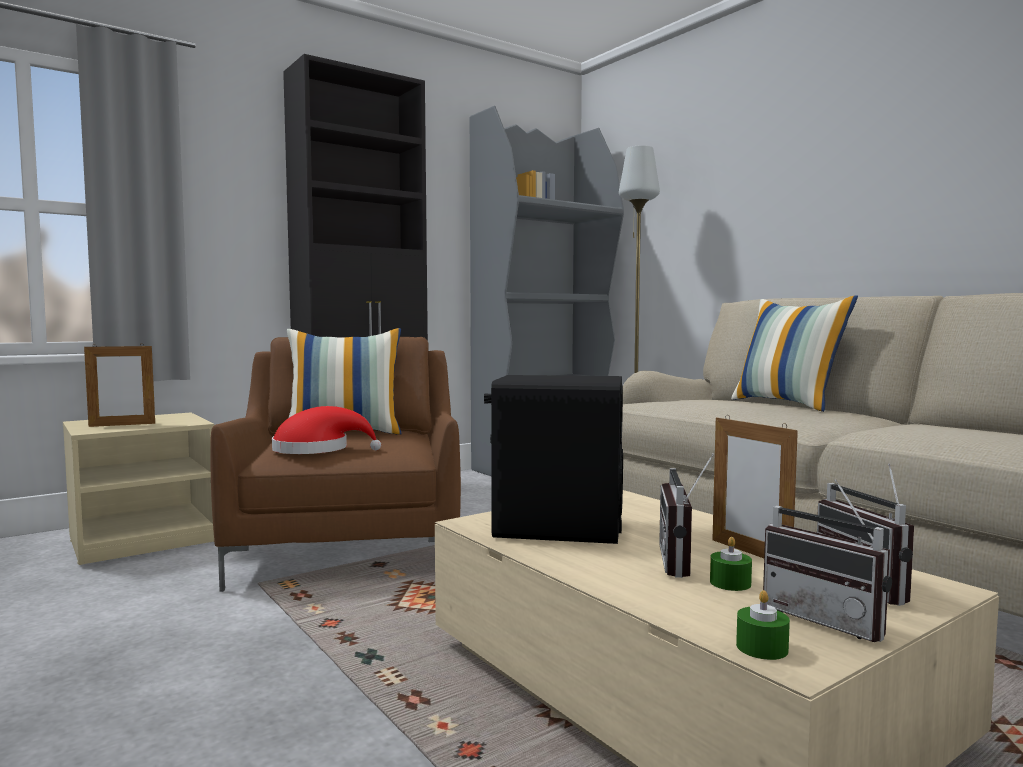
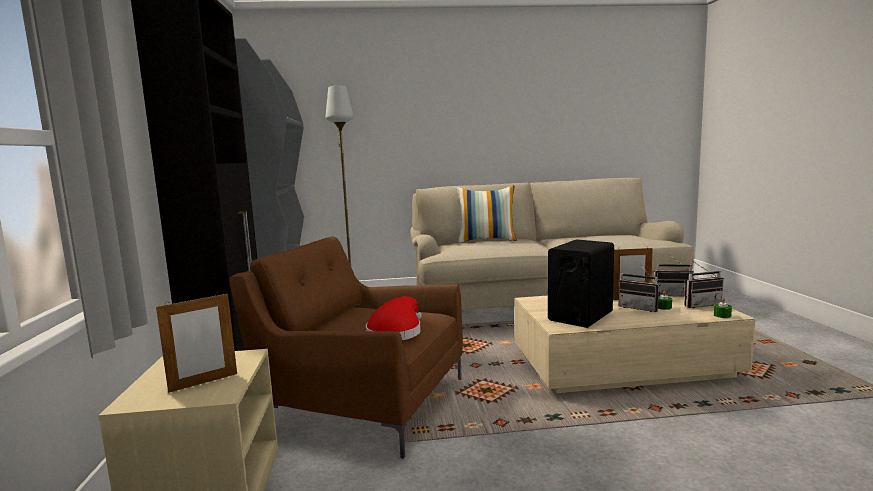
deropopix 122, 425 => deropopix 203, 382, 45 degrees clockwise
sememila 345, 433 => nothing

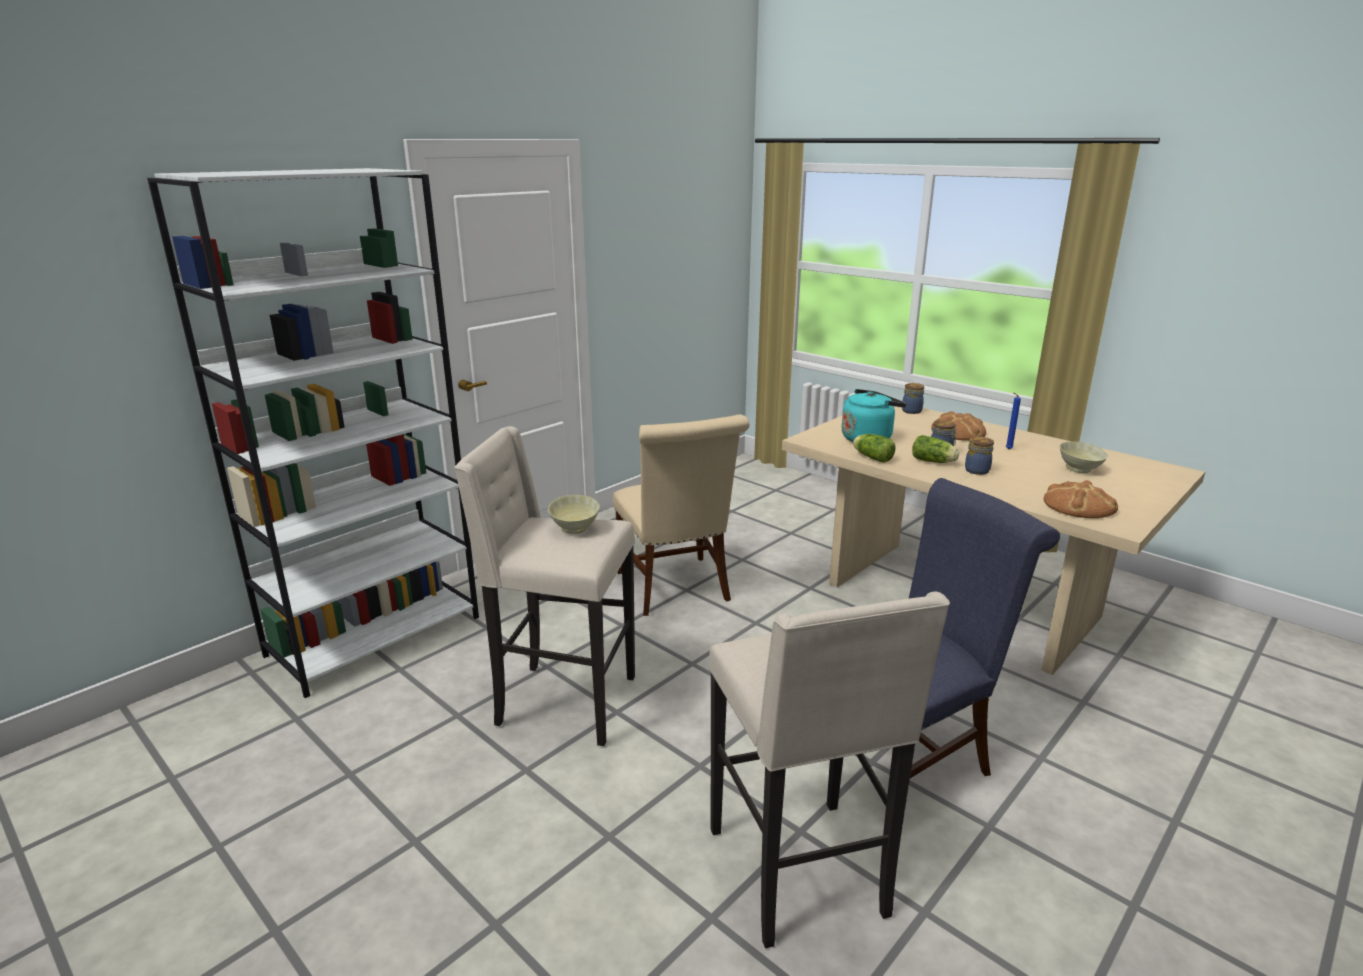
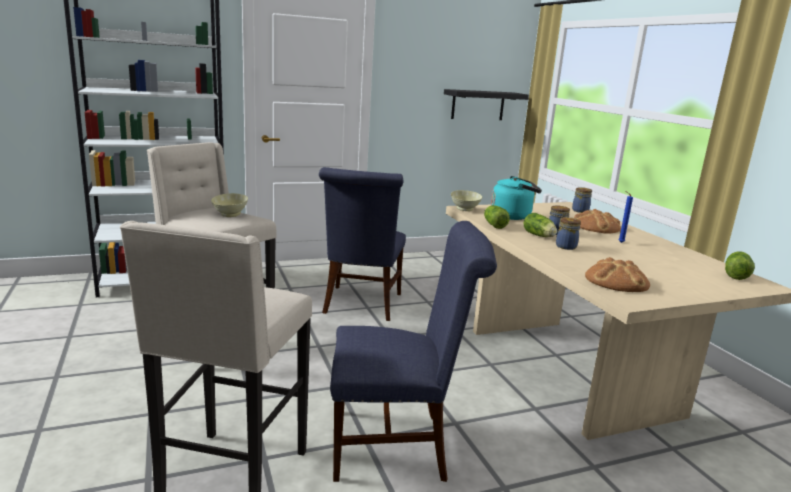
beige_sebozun 676, 589 => blue_sebozun 361, 305
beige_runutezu 1079, 470 => beige_runutezu 464, 209, move
nothing => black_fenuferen 478, 105
nothing => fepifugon 736, 274

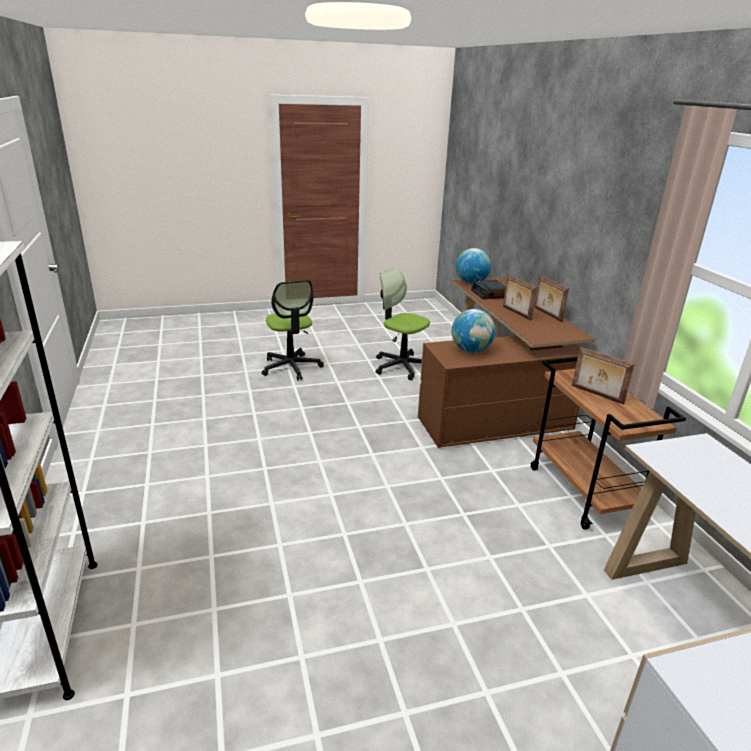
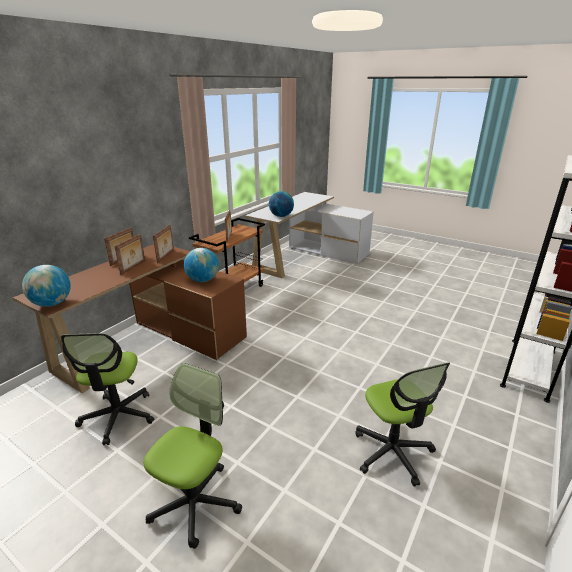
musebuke 490, 294 => nothing
nothing => deropopix 166, 256
nothing => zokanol 281, 216
nothing => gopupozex 392, 452

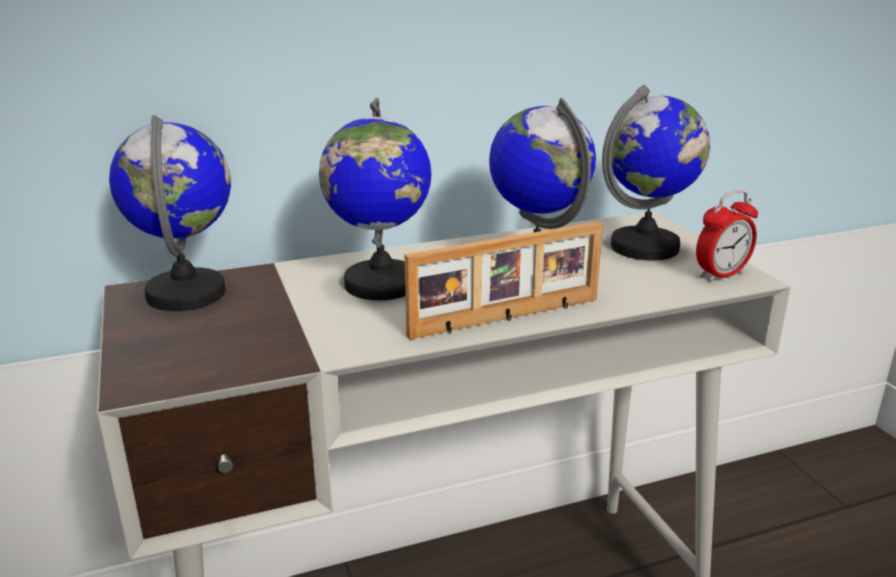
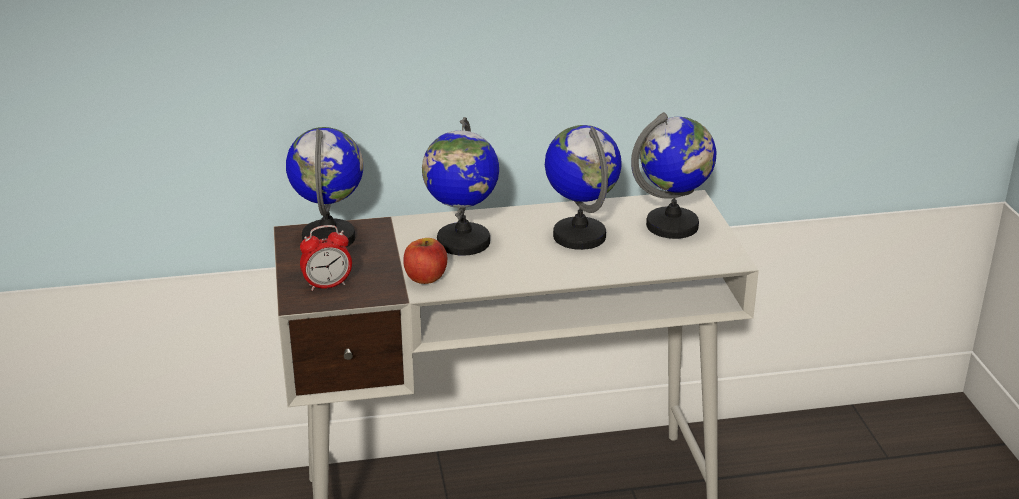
deropopix 507, 318 => nothing
musebuke 721, 275 => musebuke 327, 285, move
nothing => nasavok 425, 277

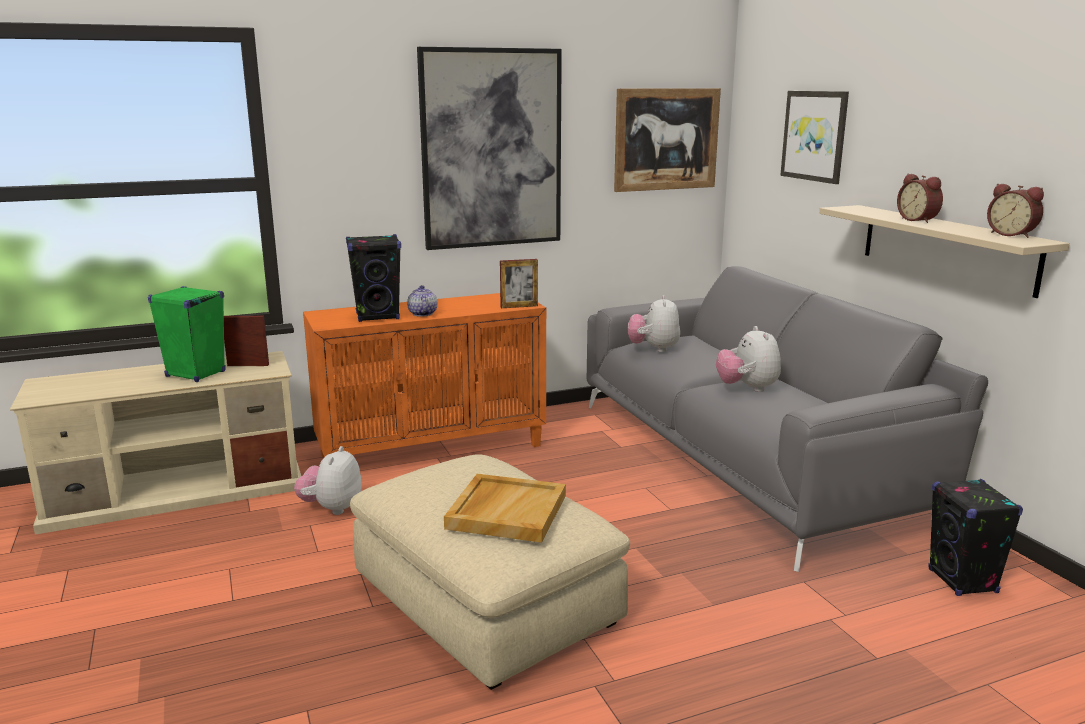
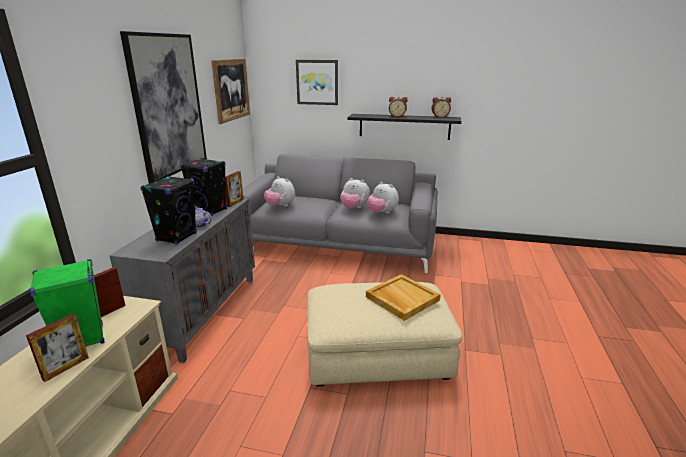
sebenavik 332, 508 => sebenavik 382, 213, move
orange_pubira 433, 449 => grey_pubira 203, 312
beige_fenuferen 946, 248 => black_fenuferen 404, 126
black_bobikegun 962, 581 => black_bobikegun 210, 210, move
nothing => deropopix 66, 368

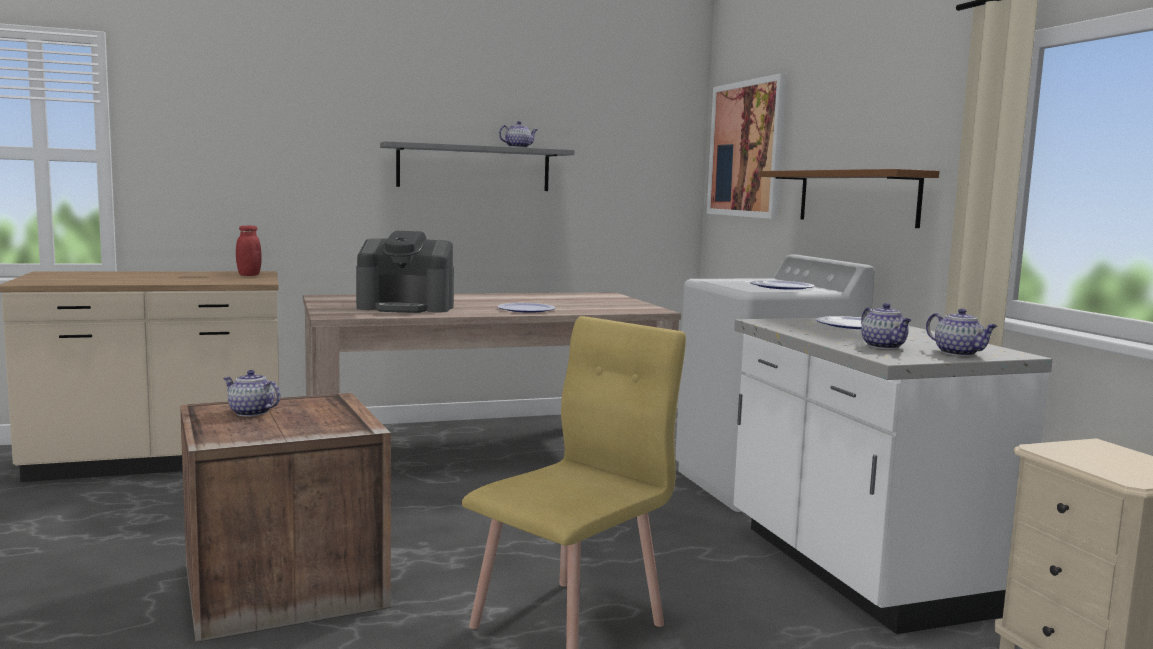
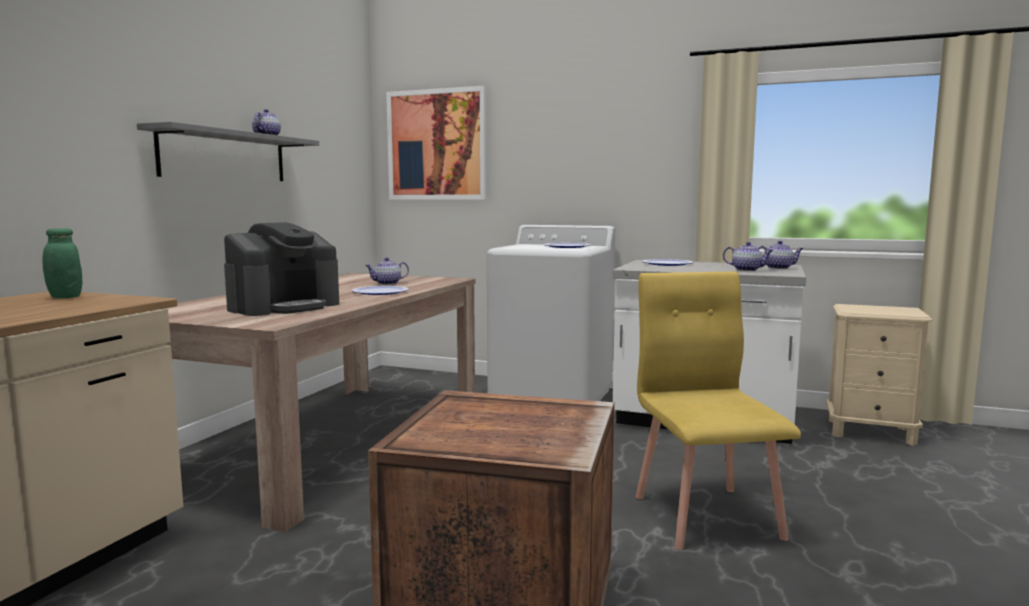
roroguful 250, 412 => roroguful 387, 283, move
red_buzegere 249, 275 => green_buzegere 65, 297
brown_fenuferen 856, 197 => nothing

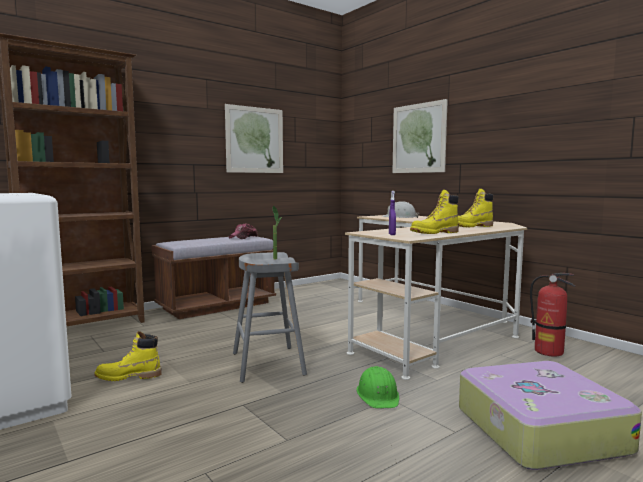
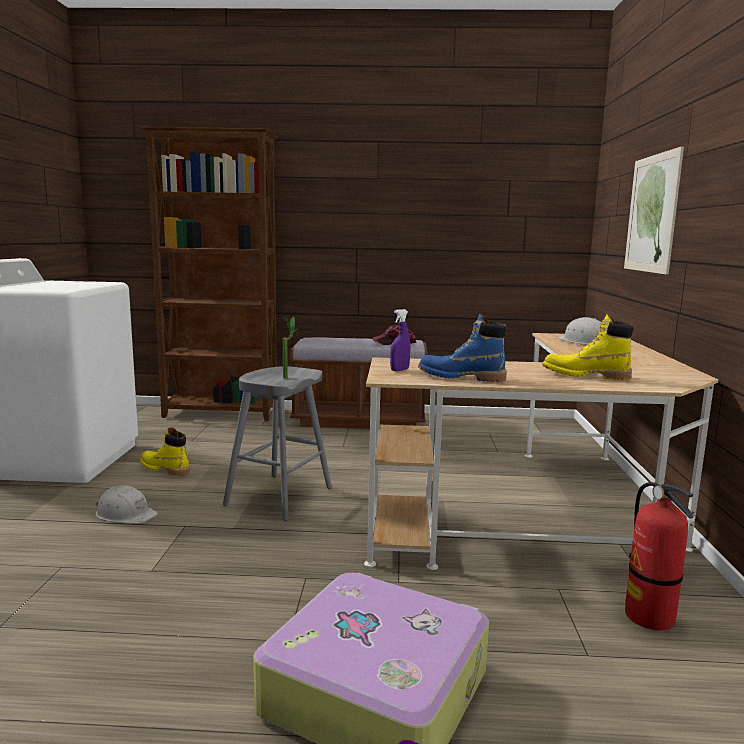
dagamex 255, 140 => nothing
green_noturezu 378, 395 => nothing
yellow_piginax 434, 233 => blue_piginax 461, 377
nothing => white_noturezu 126, 514

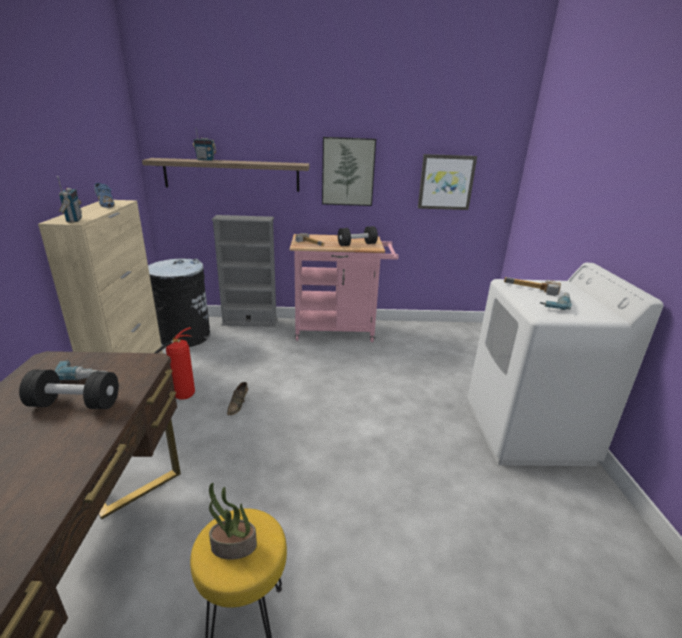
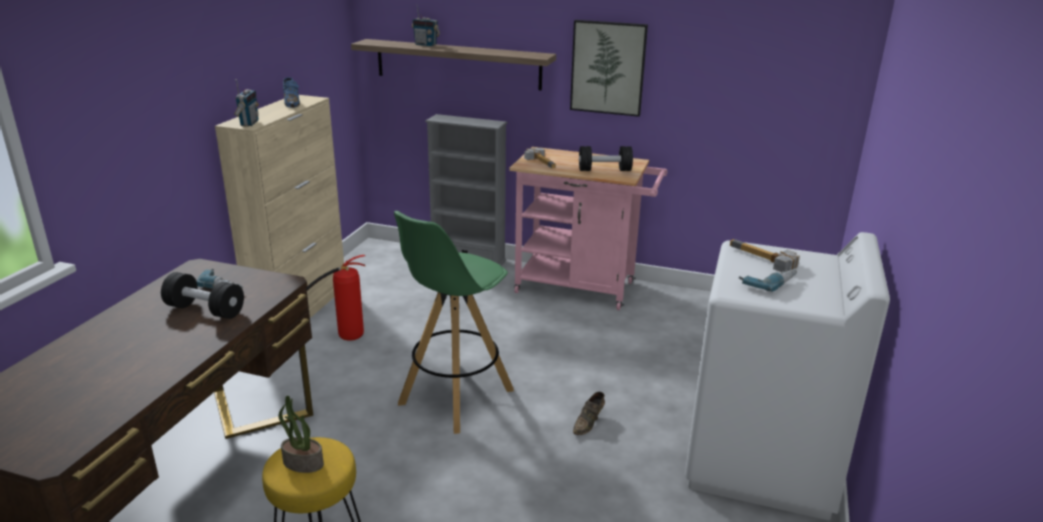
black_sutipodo 184, 336 => nothing
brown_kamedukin 238, 405 => brown_kamedukin 589, 423, move
dagamex 446, 182 => nothing
nothing => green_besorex 455, 397

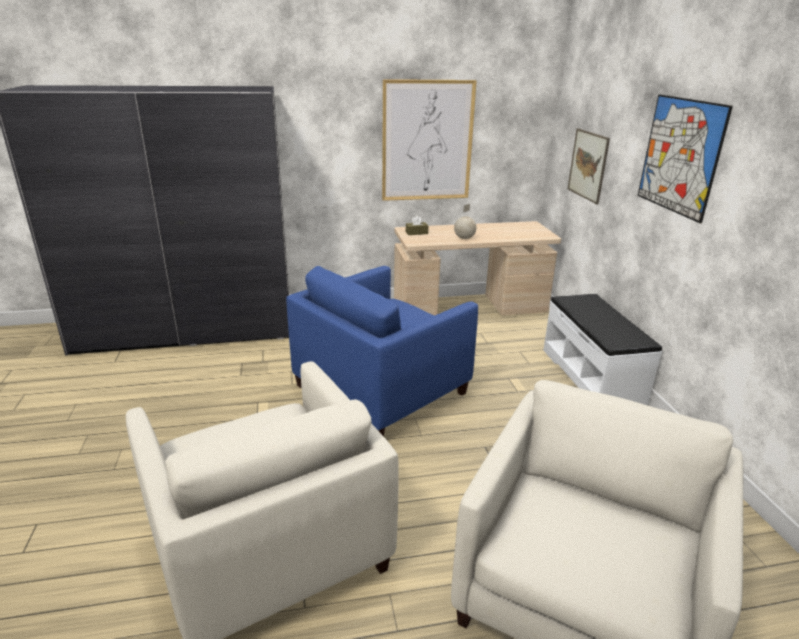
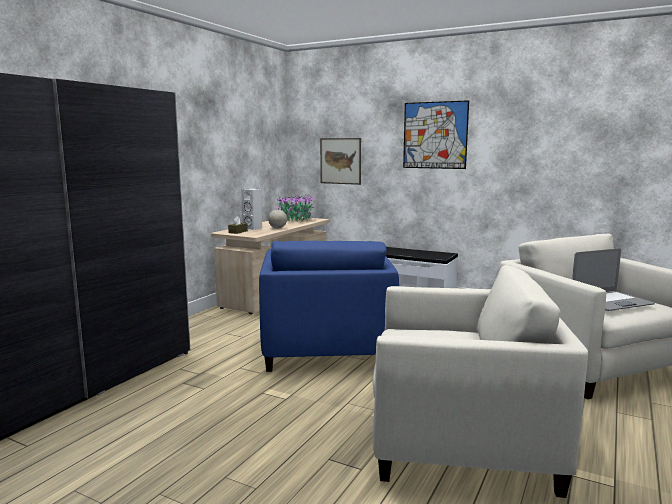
dagamex 427, 141 => nothing
nothing => white_bobikegun 253, 228
nothing => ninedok 295, 220
nothing => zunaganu 610, 302

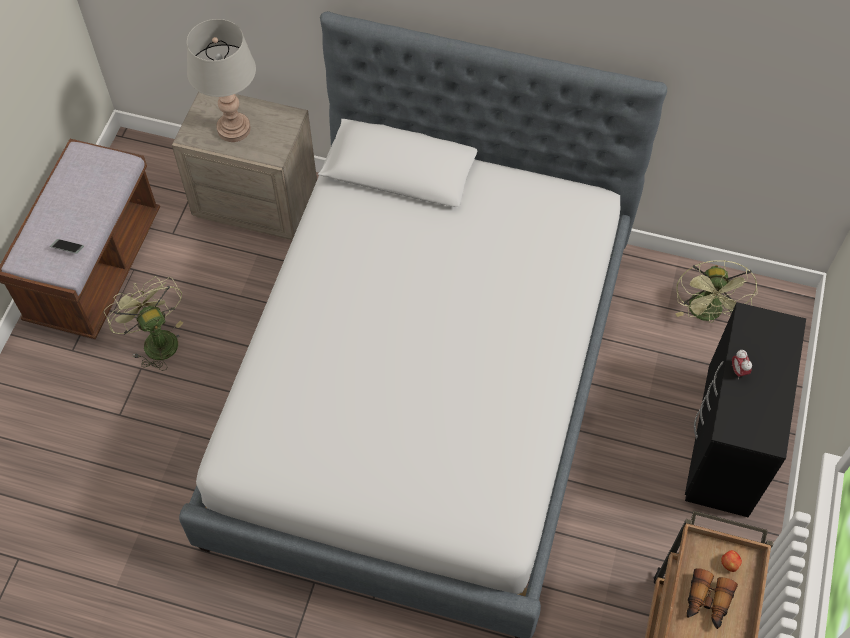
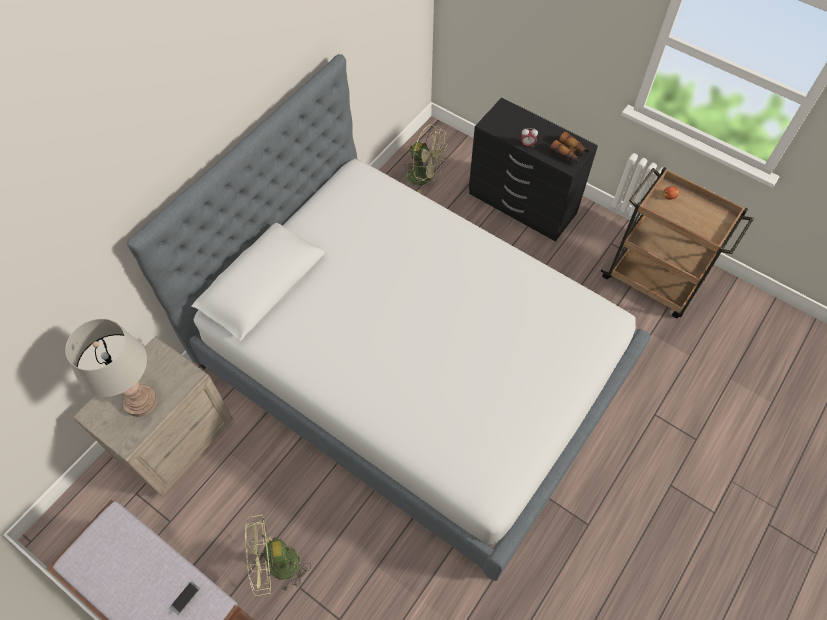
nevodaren 707, 602 => nevodaren 569, 153, move

